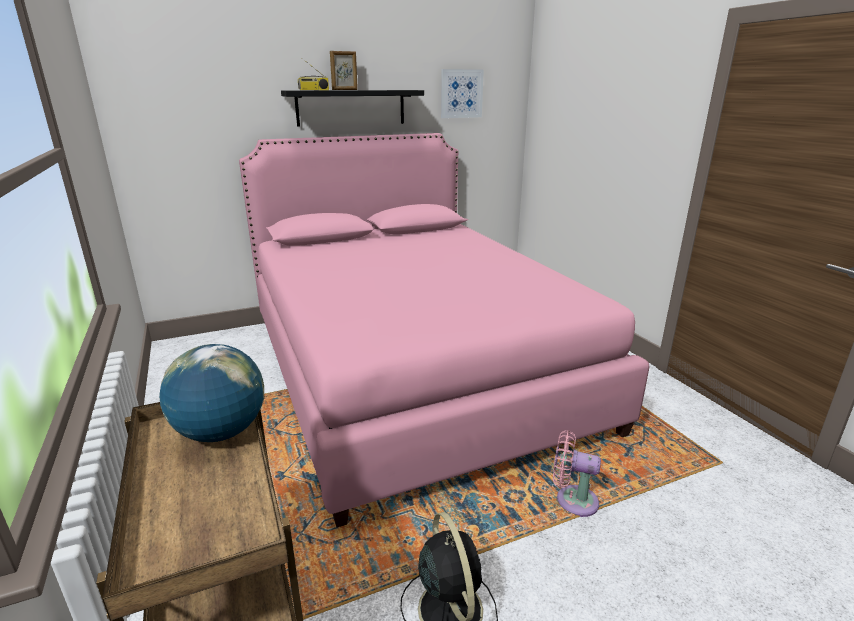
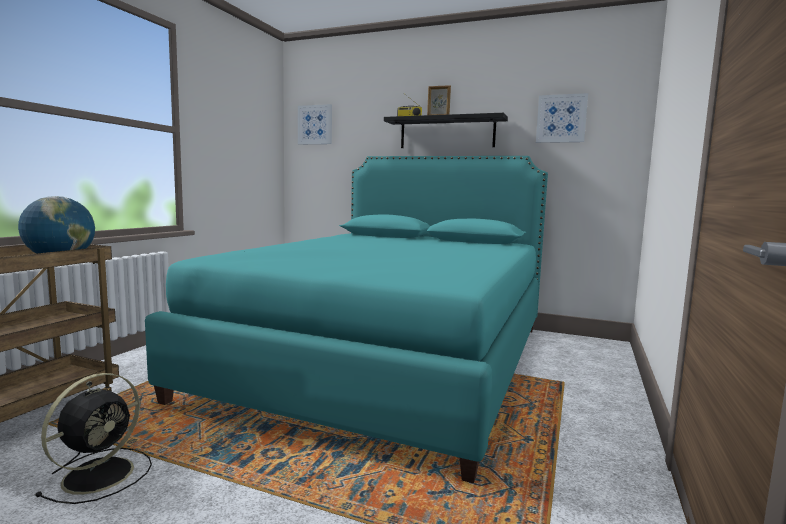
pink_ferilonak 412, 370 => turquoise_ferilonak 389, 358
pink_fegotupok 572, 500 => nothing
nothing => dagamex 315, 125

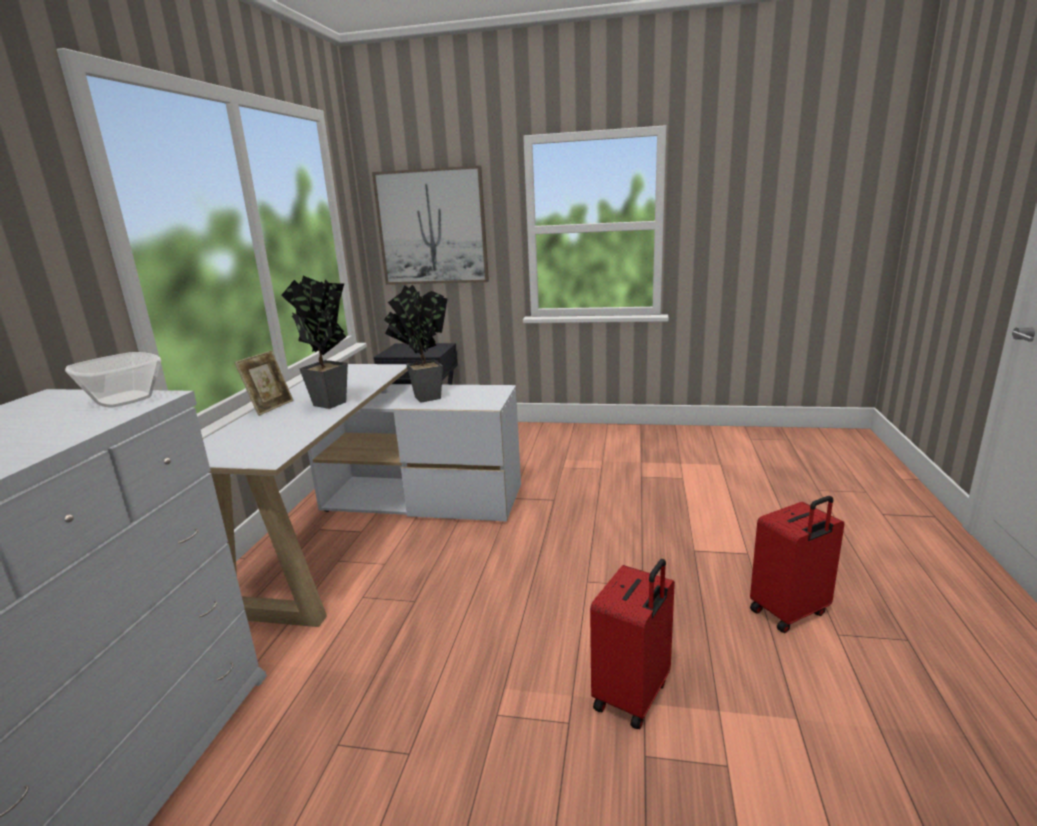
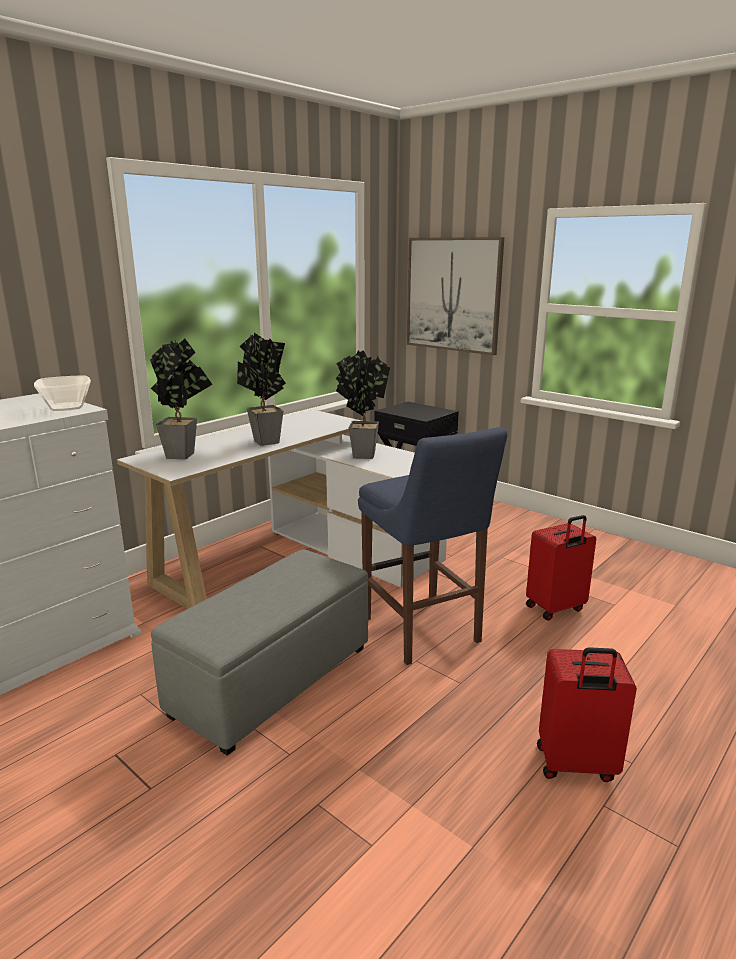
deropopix 270, 407 => nothing
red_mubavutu 633, 696 => red_mubavutu 556, 608, move
nothing => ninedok 184, 454
nothing => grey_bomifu 273, 679
nothing => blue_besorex 423, 633

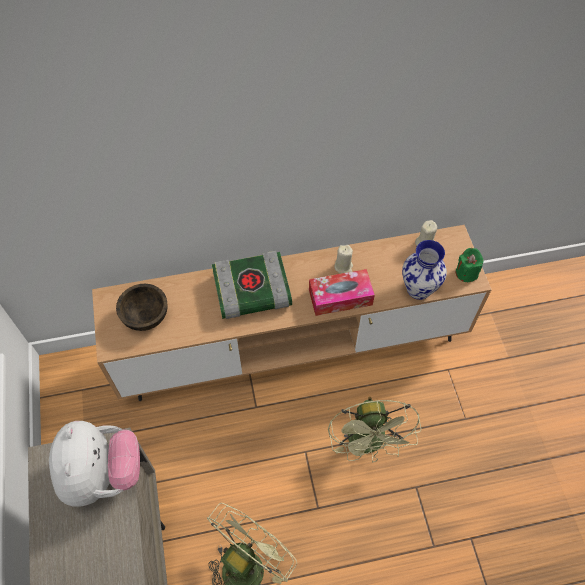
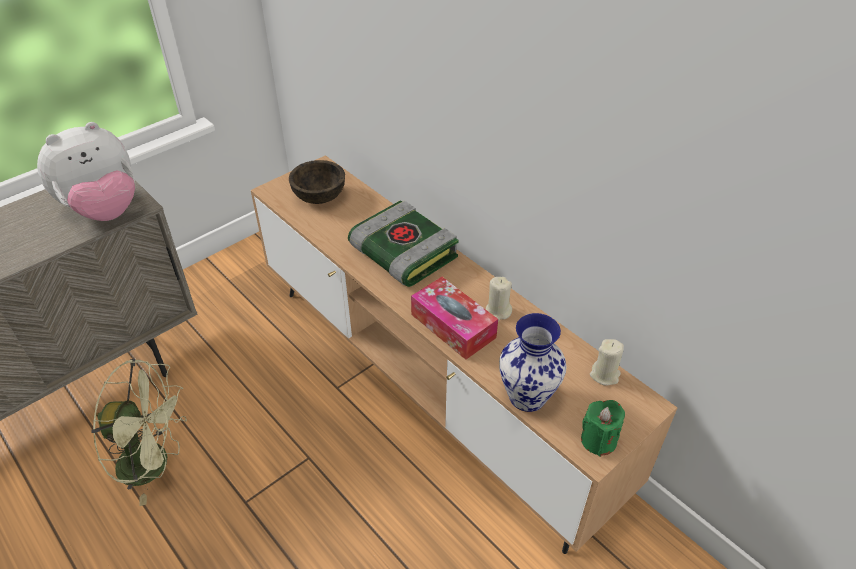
green_fegotupok 369, 443 => nothing

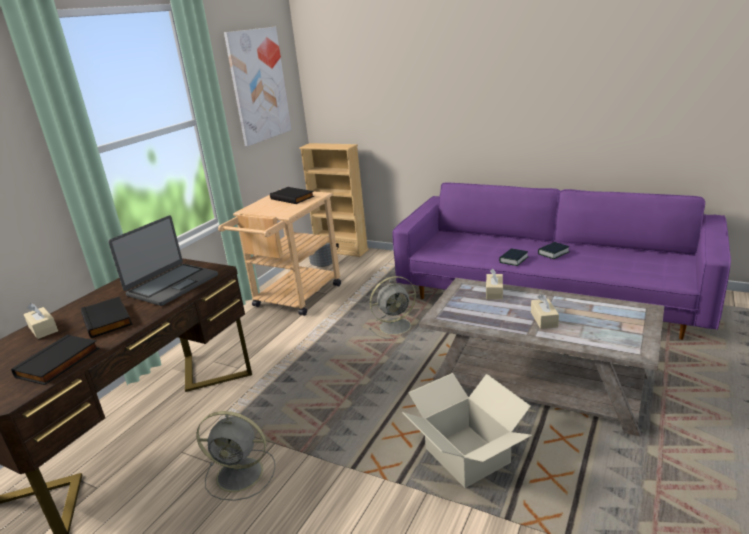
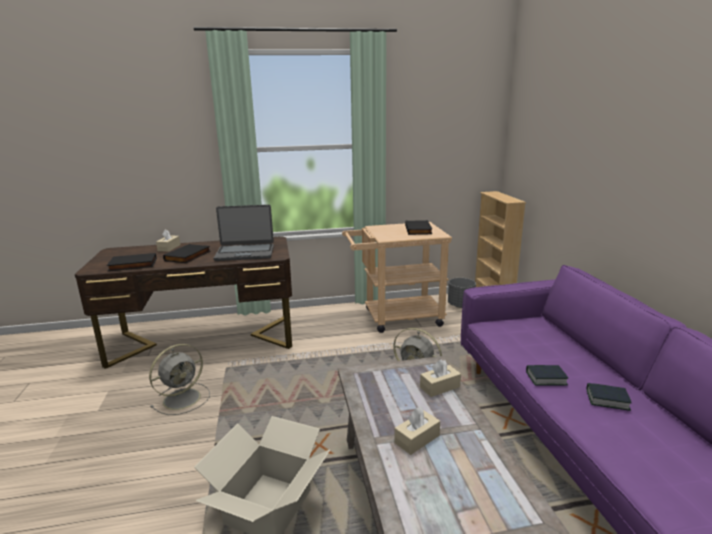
grey_fegotupok 242, 474 => grey_fegotupok 183, 398, 105 degrees counterclockwise
dagamex 258, 85 => nothing

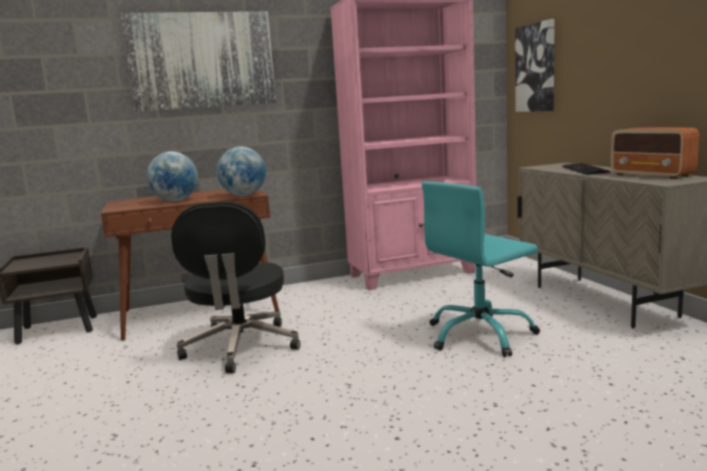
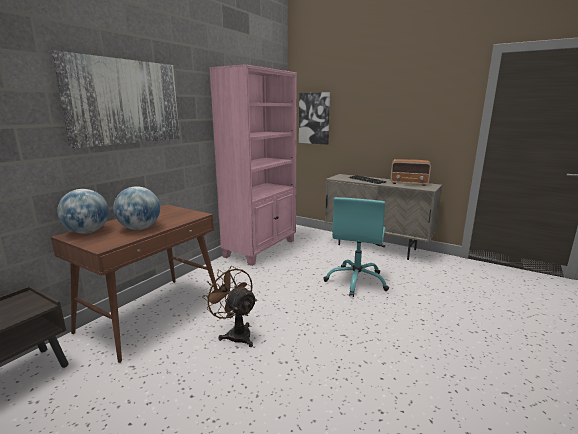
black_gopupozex 240, 347 => brown_fegotupok 235, 333
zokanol 244, 195 => zokanol 87, 232, move

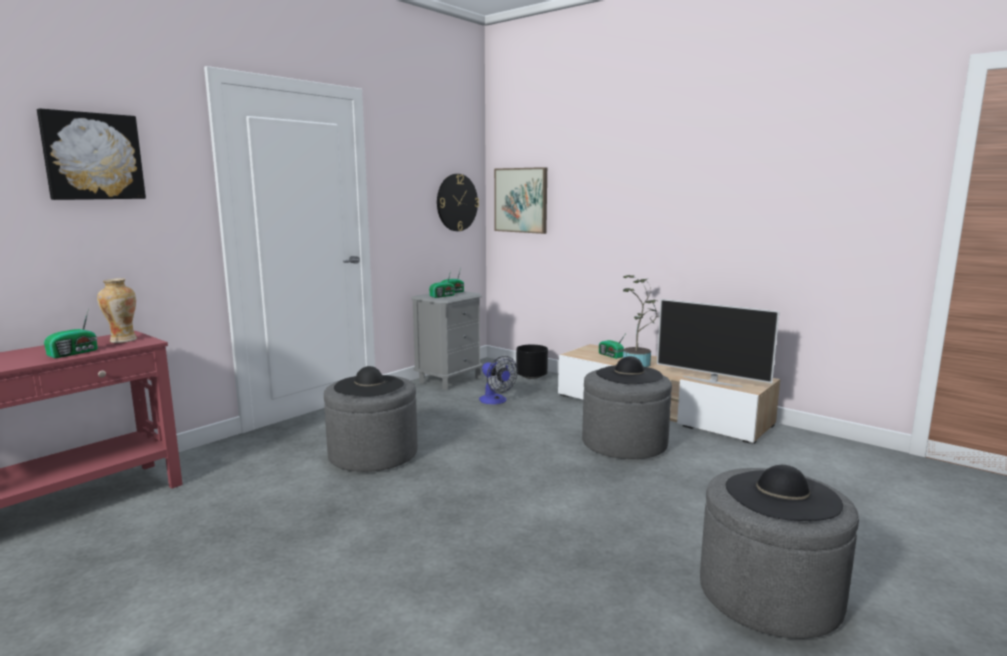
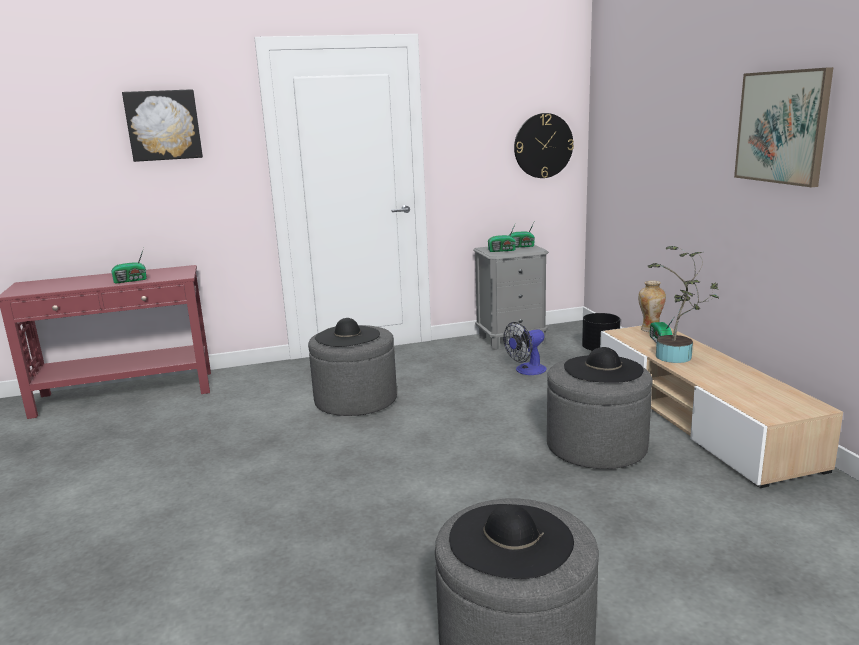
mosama 122, 340 => mosama 649, 329, move
fegotupok 496, 401 => fegotupok 526, 371, 60 degrees clockwise
dagamex 521, 200 => dagamex 782, 127, move
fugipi 712, 381 => nothing

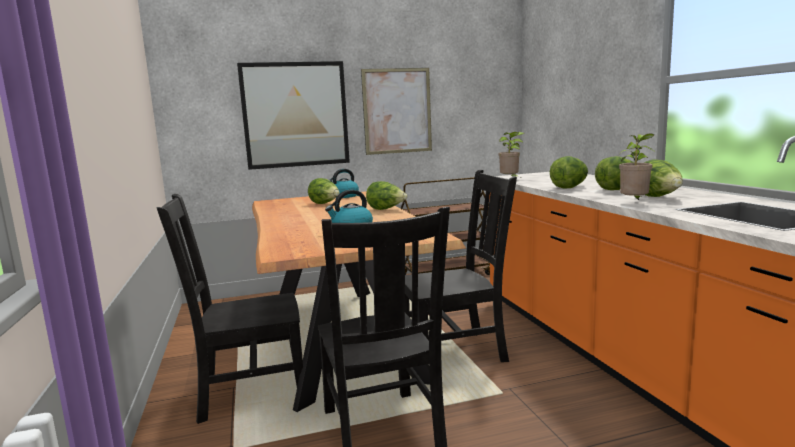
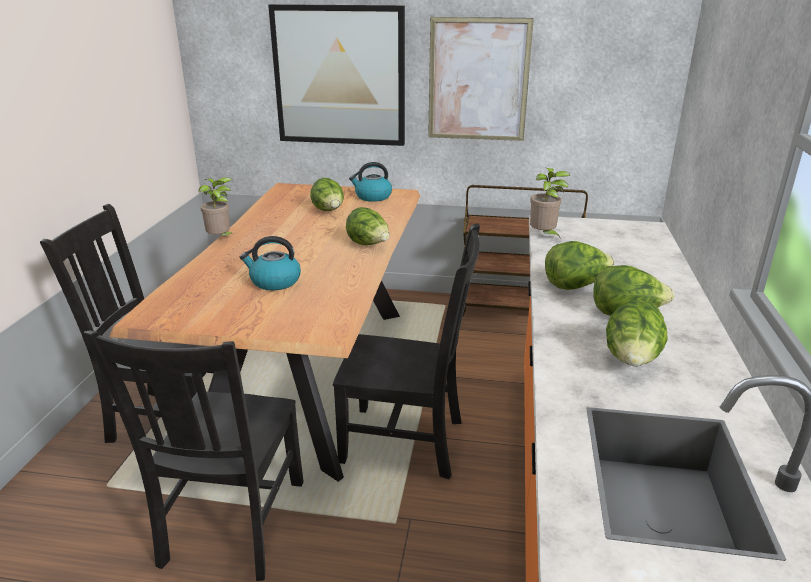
ninedok 634, 203 => ninedok 221, 239, move

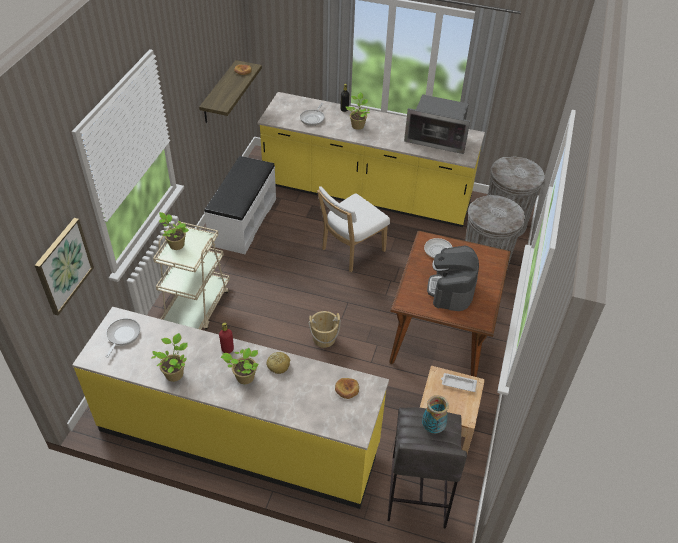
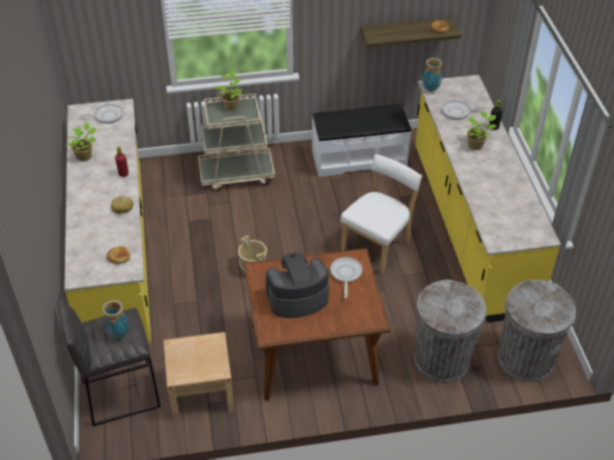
dagamex 63, 266 => nothing
ninedok 243, 378 => nothing
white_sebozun 350, 251 => white_sebozun 378, 246, 105 degrees clockwise
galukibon 437, 138 => nothing
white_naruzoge 458, 384 => nothing
nothing => mosama 431, 89

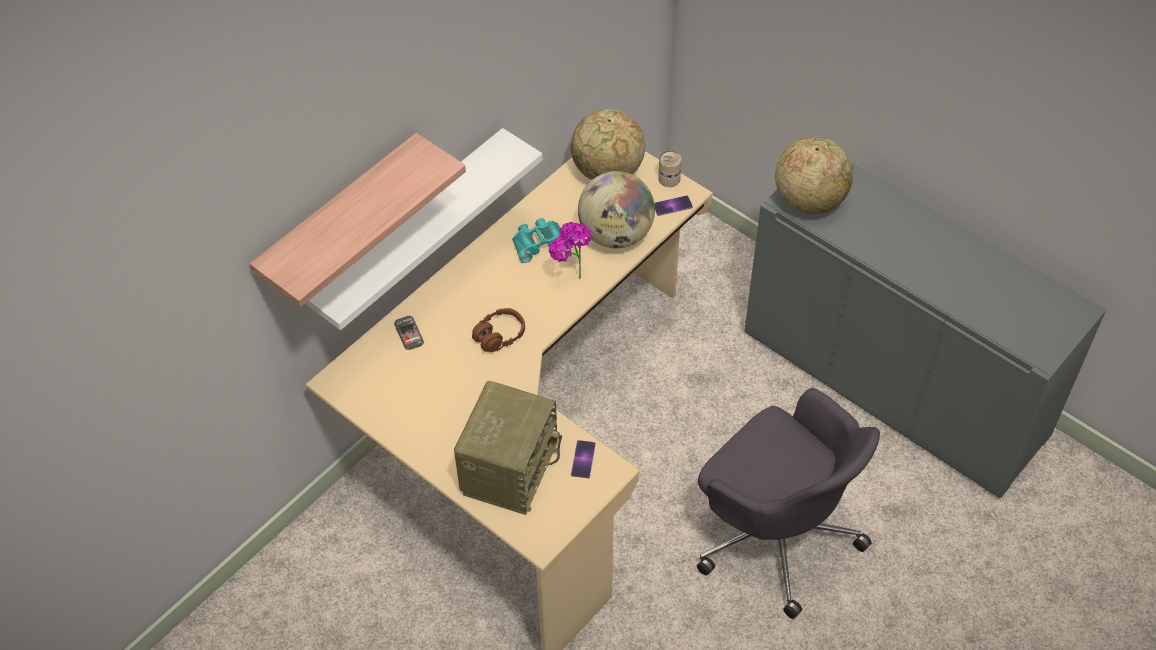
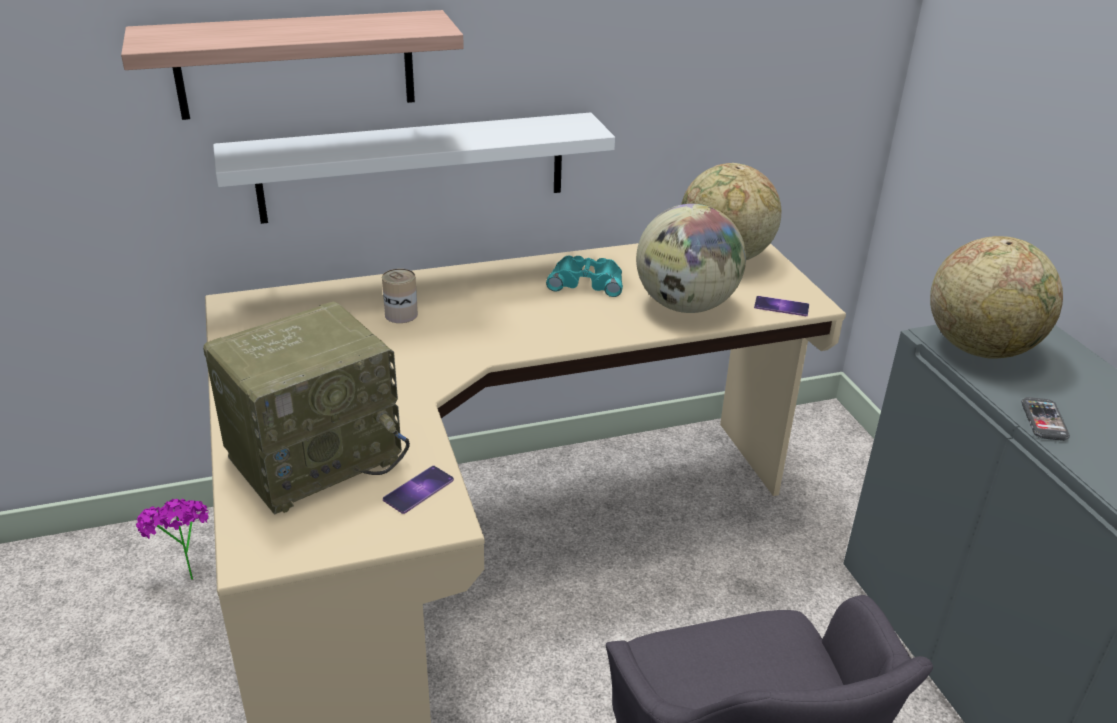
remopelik 409, 333 => remopelik 1044, 420, move
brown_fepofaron 499, 335 => nothing
ninedok 570, 276 => ninedok 186, 572, move
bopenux 669, 179 => bopenux 401, 314, move

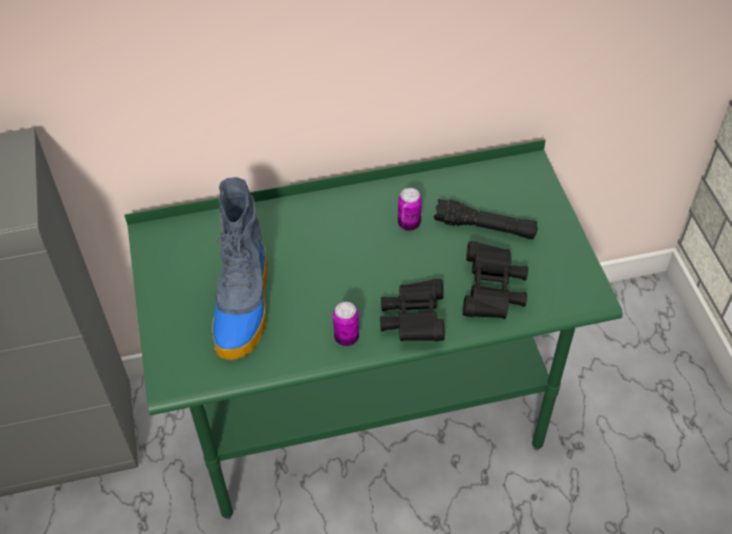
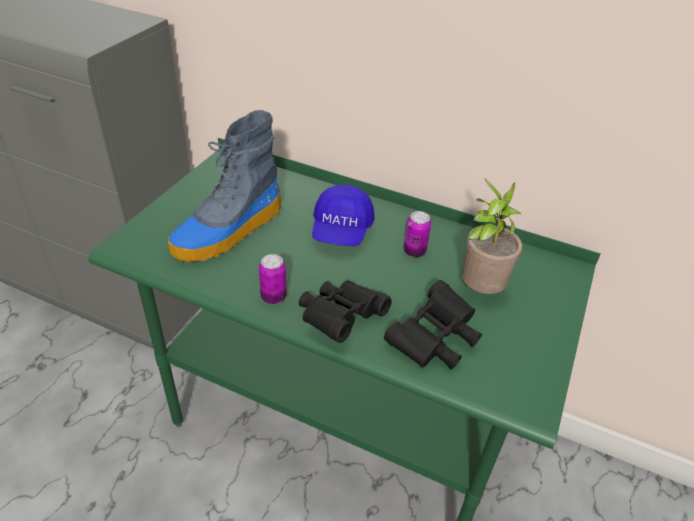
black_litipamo 485, 227 => ninedok 479, 290
nothing => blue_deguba 341, 231

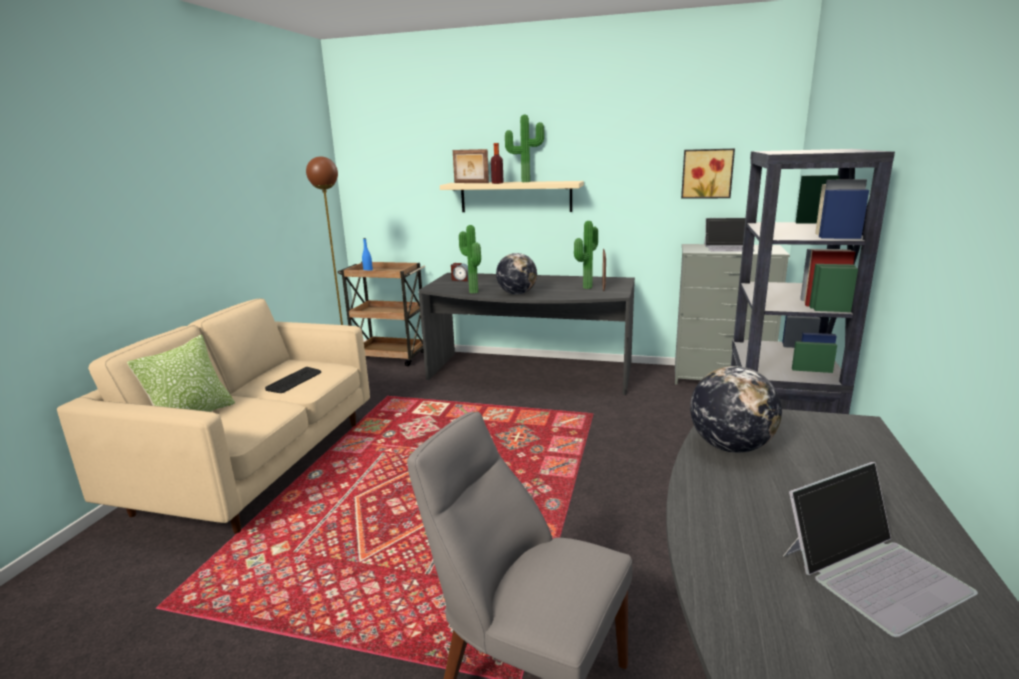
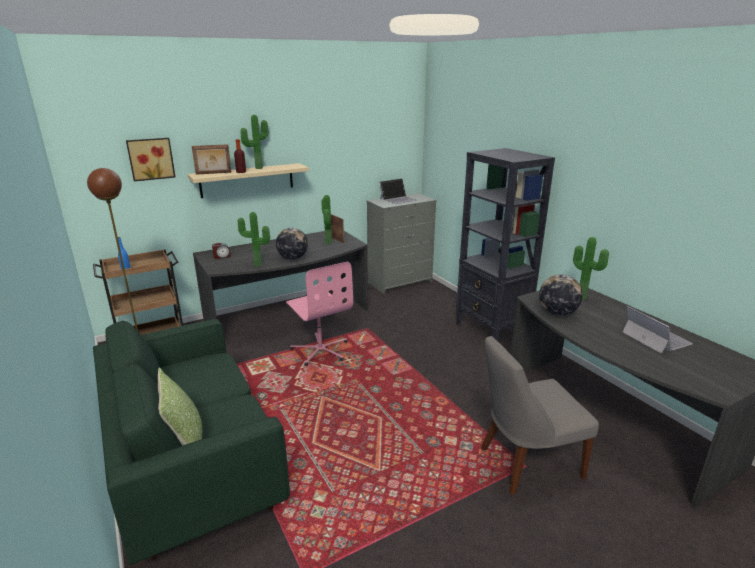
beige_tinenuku 257, 465 => green_tinenuku 194, 466
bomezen 294, 381 => nothing
dagamex 707, 173 => dagamex 151, 159, move
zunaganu 873, 571 => zunaganu 655, 338, 45 degrees counterclockwise
nothing => pink_gopupozex 320, 350
nothing => ninedok 583, 297

